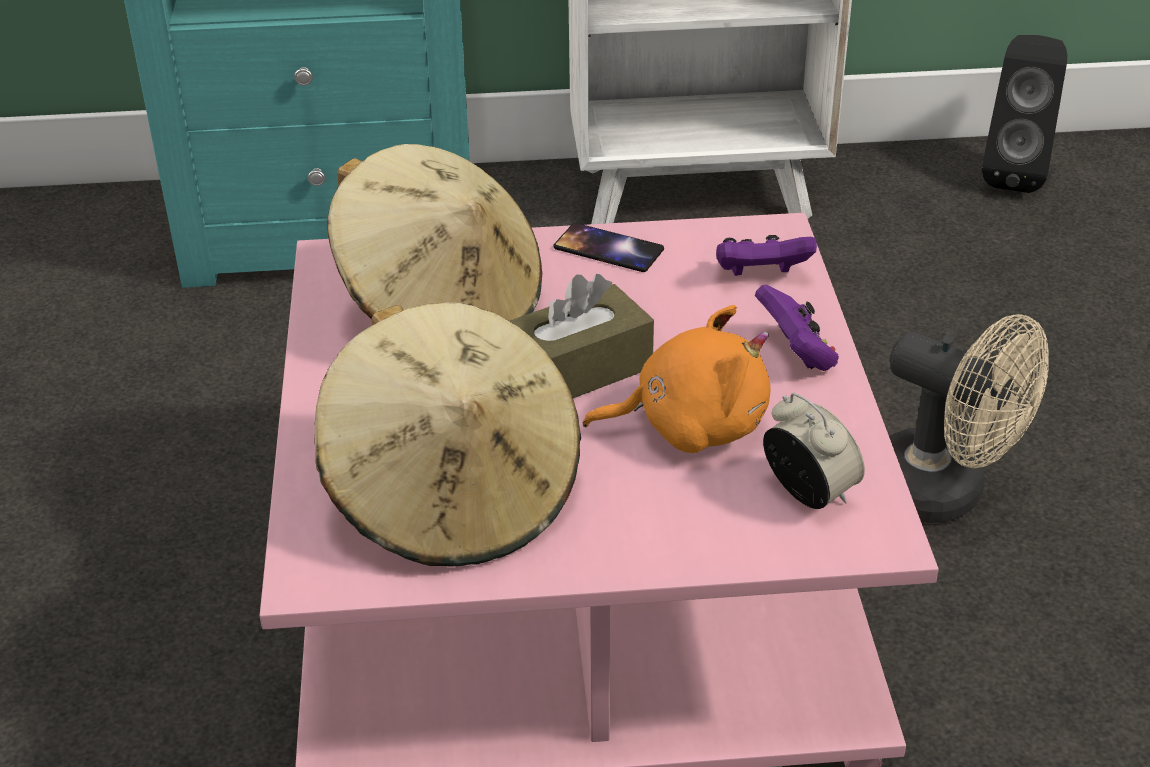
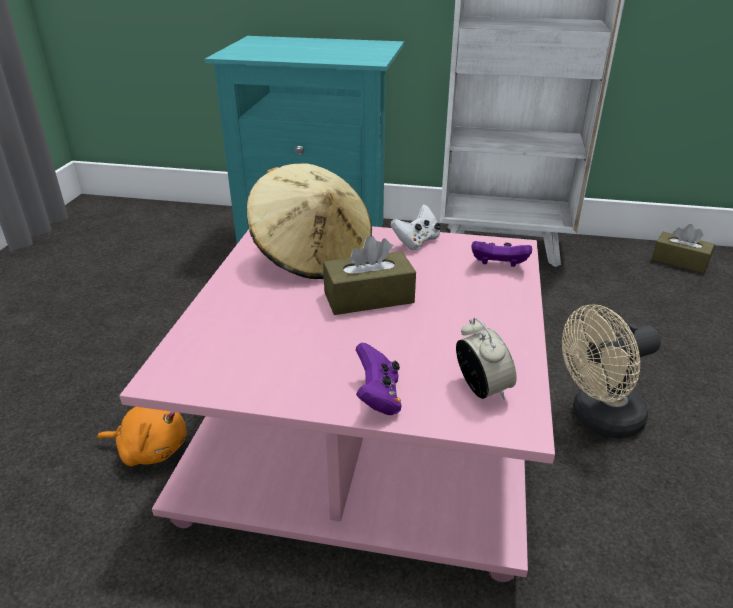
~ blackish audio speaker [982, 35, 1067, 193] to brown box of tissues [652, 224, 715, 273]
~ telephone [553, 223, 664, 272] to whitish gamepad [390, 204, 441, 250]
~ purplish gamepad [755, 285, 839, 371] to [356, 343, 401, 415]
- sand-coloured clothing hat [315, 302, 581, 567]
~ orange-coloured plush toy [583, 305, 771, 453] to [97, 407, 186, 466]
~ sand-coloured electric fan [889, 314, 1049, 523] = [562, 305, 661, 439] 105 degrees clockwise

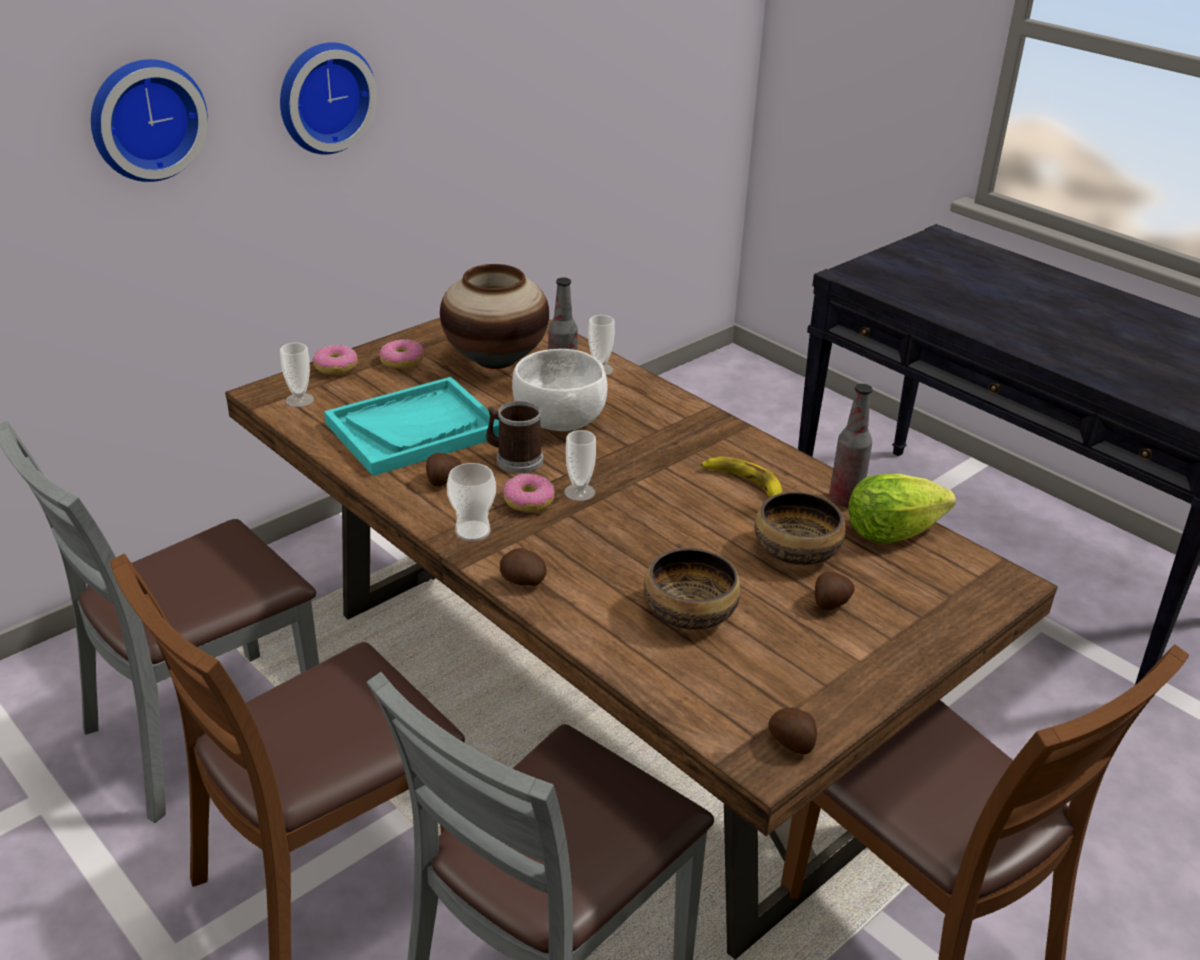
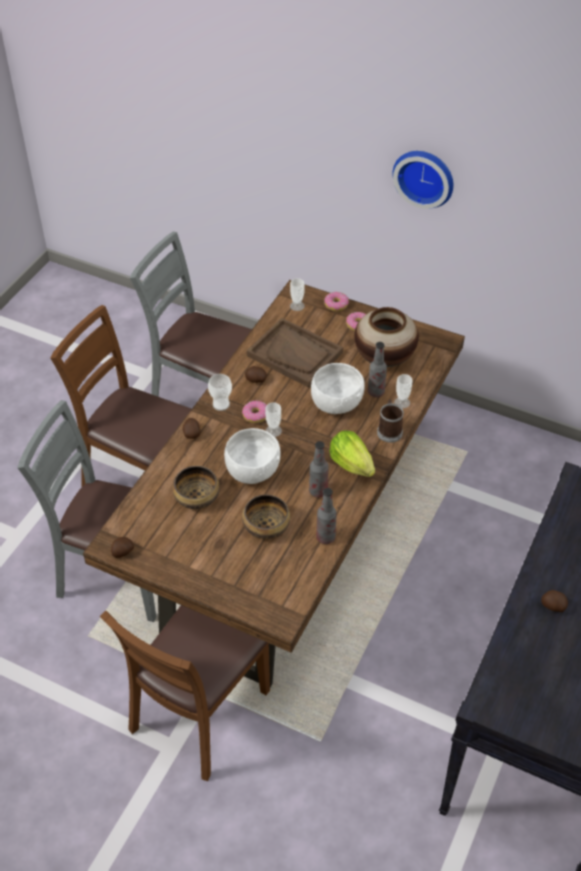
- wall clock [91, 59, 208, 182]
~ blue-green carrying tray [324, 377, 499, 476] to brown carrying tray [247, 318, 343, 388]
~ coffee mug [486, 401, 543, 473] to [377, 400, 404, 443]
~ whole banana [701, 456, 782, 497] to drink bottle [309, 441, 329, 498]
~ head of lettuce [848, 474, 956, 544] to [329, 431, 375, 477]
~ whole potato [815, 572, 855, 611] to [541, 590, 568, 612]
+ whitish deep dish [224, 428, 281, 484]

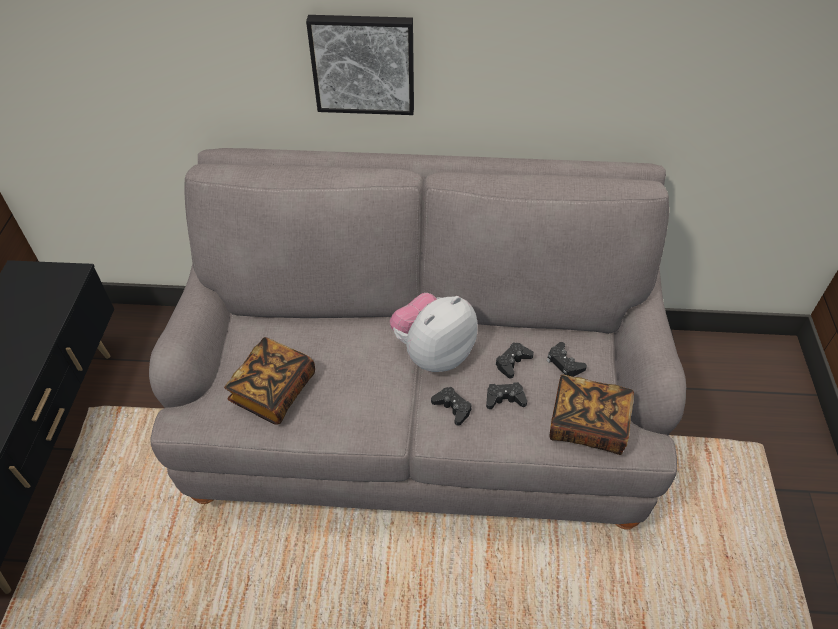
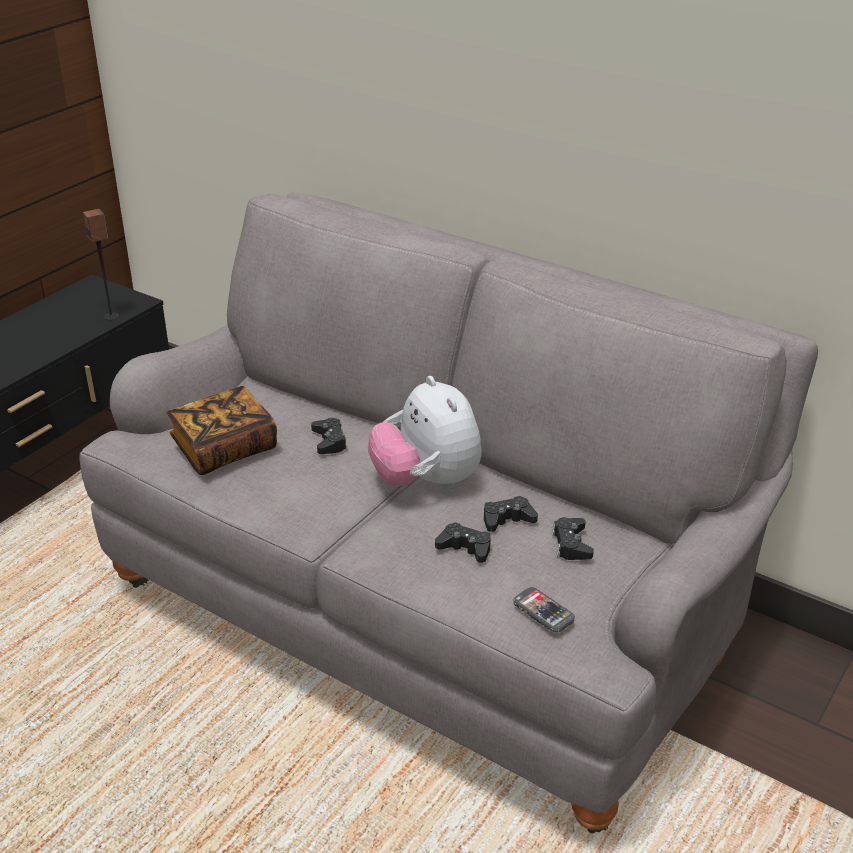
- wall picture [306, 15, 414, 115]
~ plush toy [390, 293, 478, 372] = [368, 376, 482, 489] 105 degrees counterclockwise
~ volume [549, 374, 634, 455] to telephone [513, 587, 575, 632]
~ blackish gamepad [431, 387, 472, 426] to [311, 418, 347, 454]
+ audio speaker [83, 209, 119, 320]

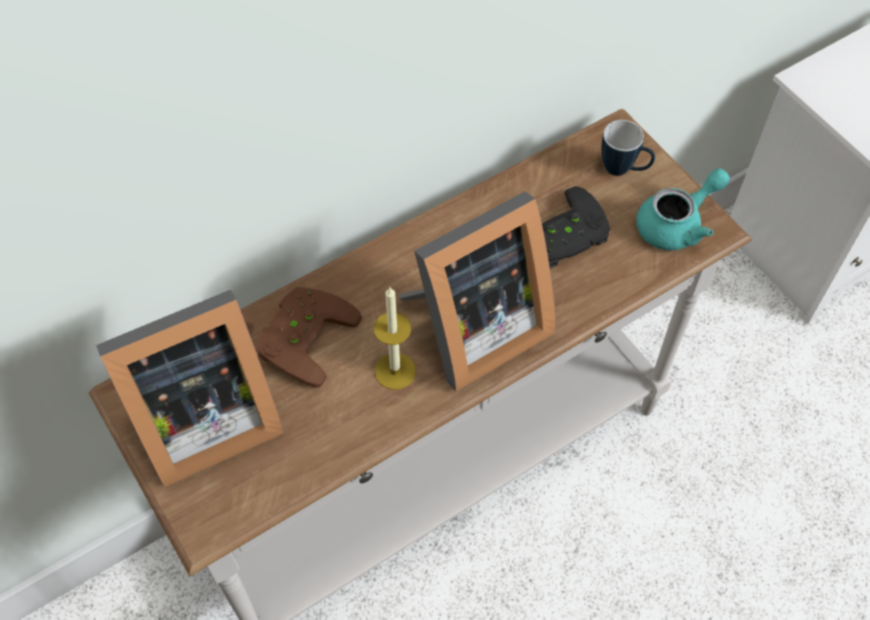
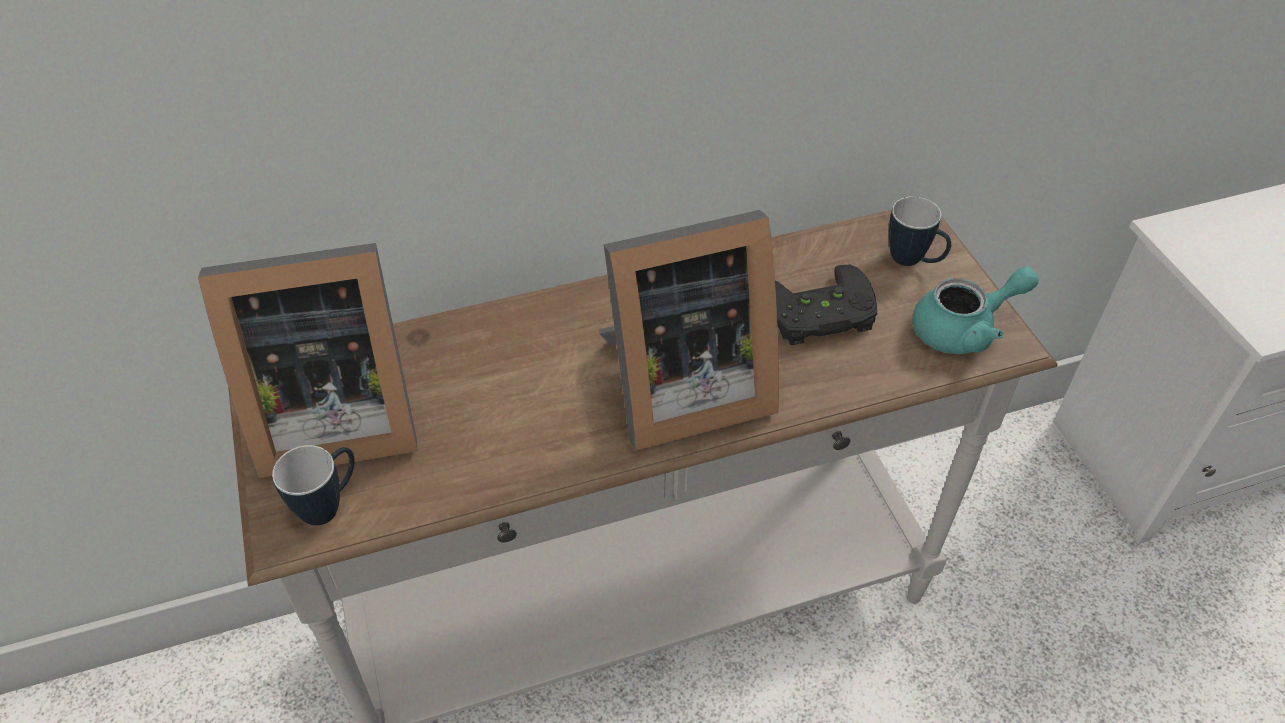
- brown gamepad [256, 287, 362, 388]
- candle [374, 288, 416, 390]
+ coffee mug [272, 445, 354, 526]

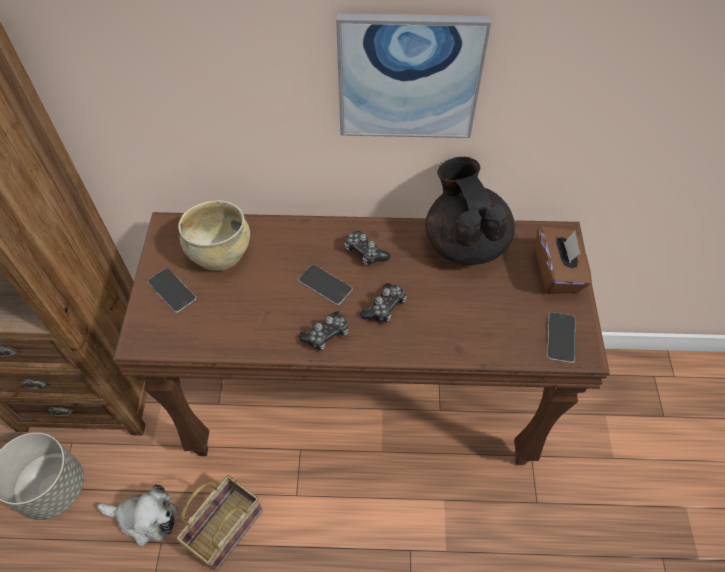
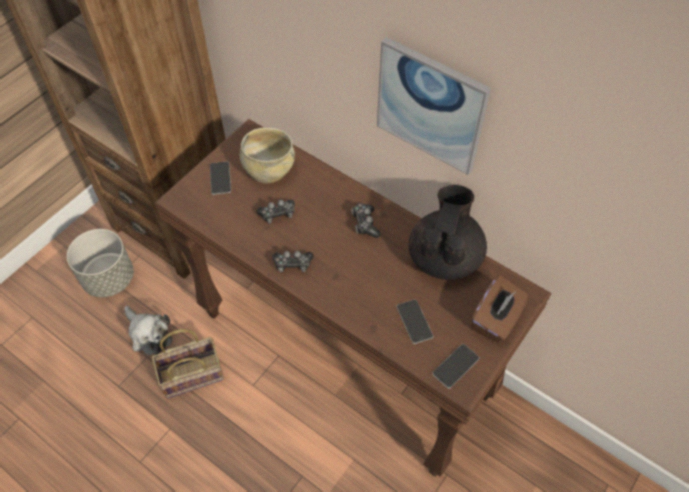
~ telephone [298, 264, 353, 305] to [396, 299, 433, 344]
~ gamepad [360, 283, 407, 322] to [256, 200, 295, 224]

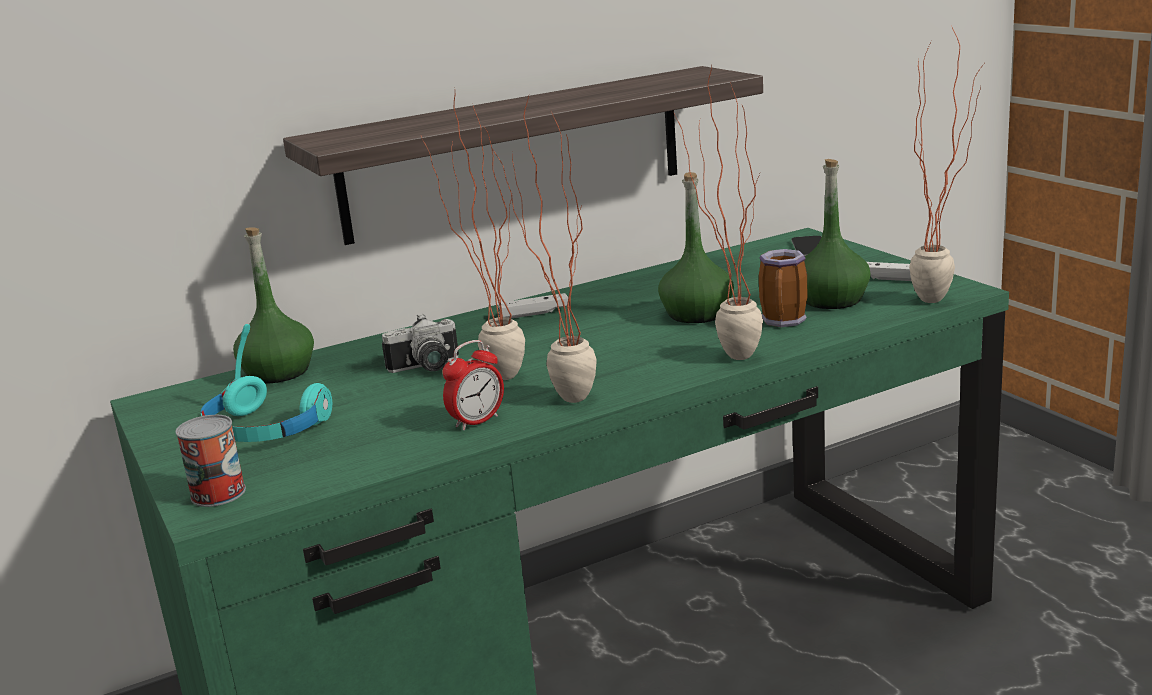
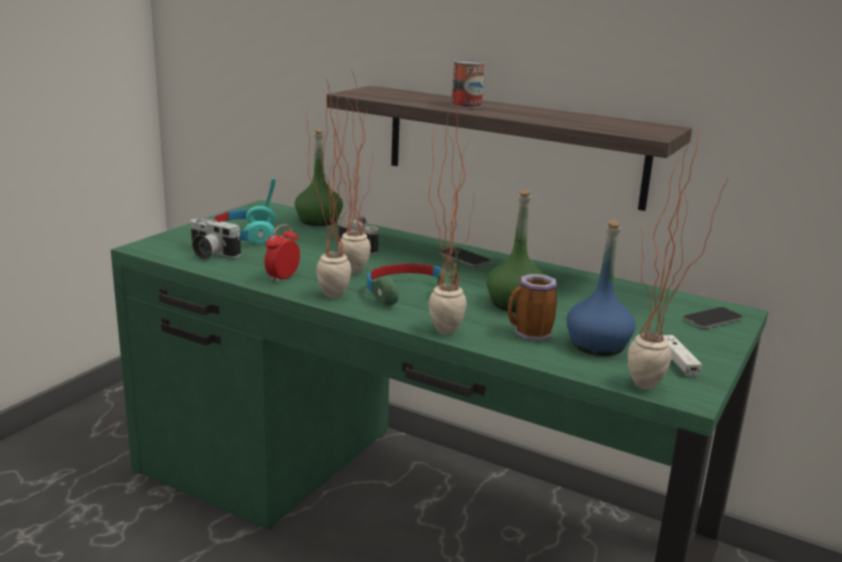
~ green-coloured drink bottle [804, 159, 871, 309] to blue drink bottle [566, 220, 636, 356]
~ whitish gamepad [498, 293, 568, 319] to telephone [440, 247, 491, 267]
~ alarm clock [442, 340, 504, 431] = [265, 224, 300, 283] 105 degrees clockwise
~ can [175, 415, 246, 507] to [451, 60, 485, 108]
+ still camera [191, 219, 241, 260]
+ green-coloured headset [367, 244, 459, 305]

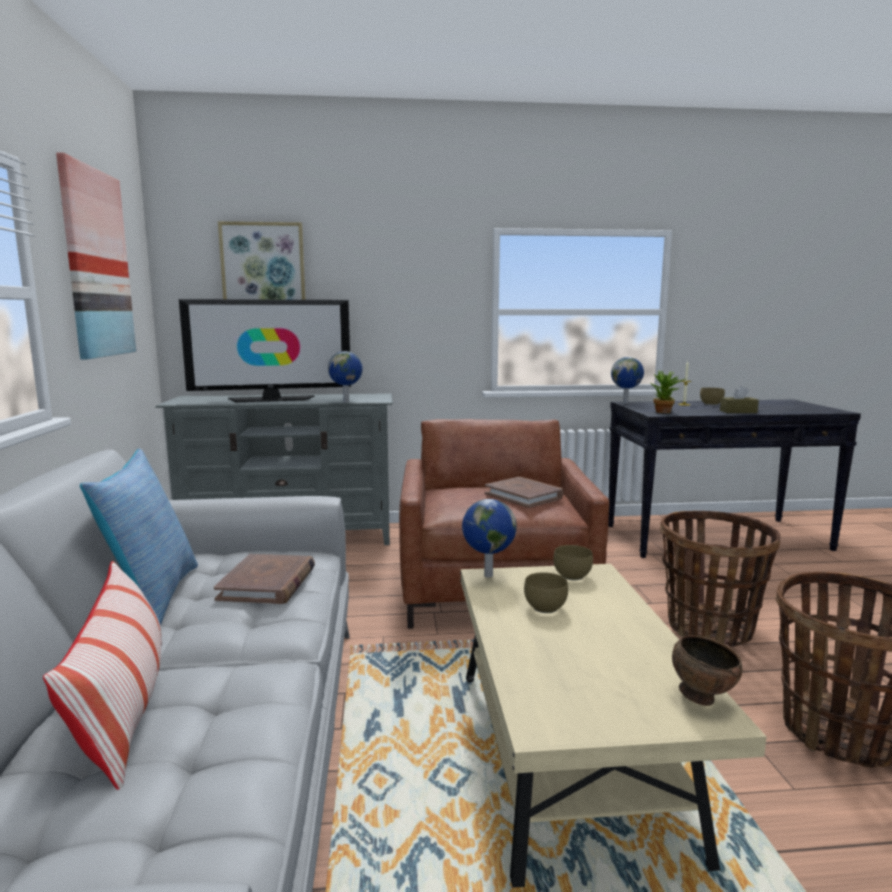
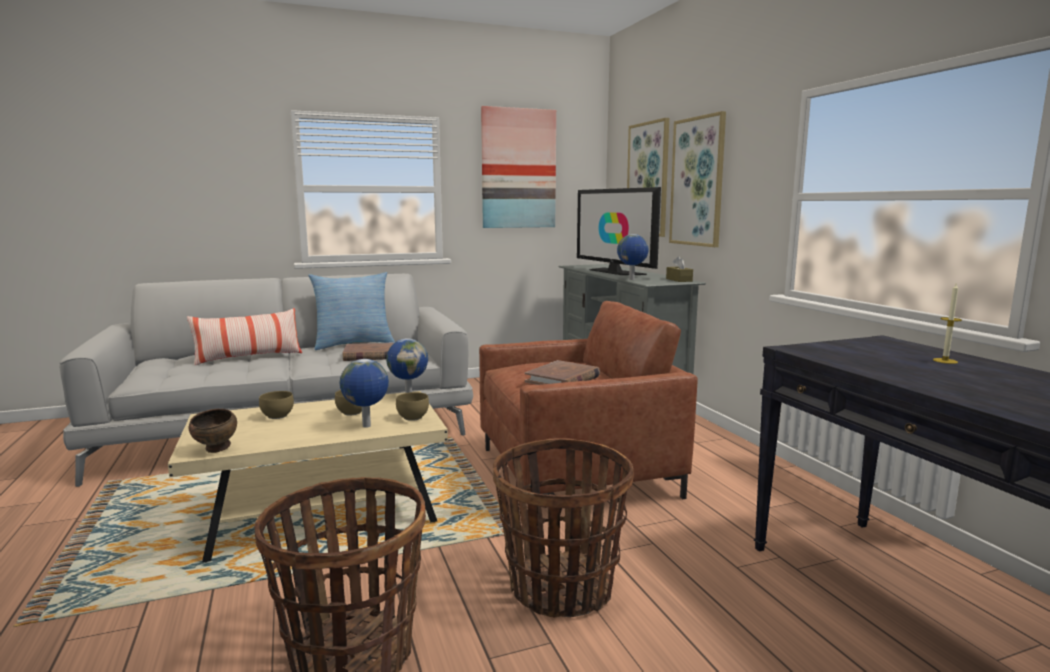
~ world globe [611, 357, 644, 404] to [340, 359, 389, 428]
- plant in a pot [651, 370, 686, 413]
~ brown box of tissues [720, 386, 759, 413] to [666, 256, 693, 282]
~ brown deep dish [700, 388, 725, 405] to [259, 391, 294, 419]
+ wall picture [669, 111, 726, 247]

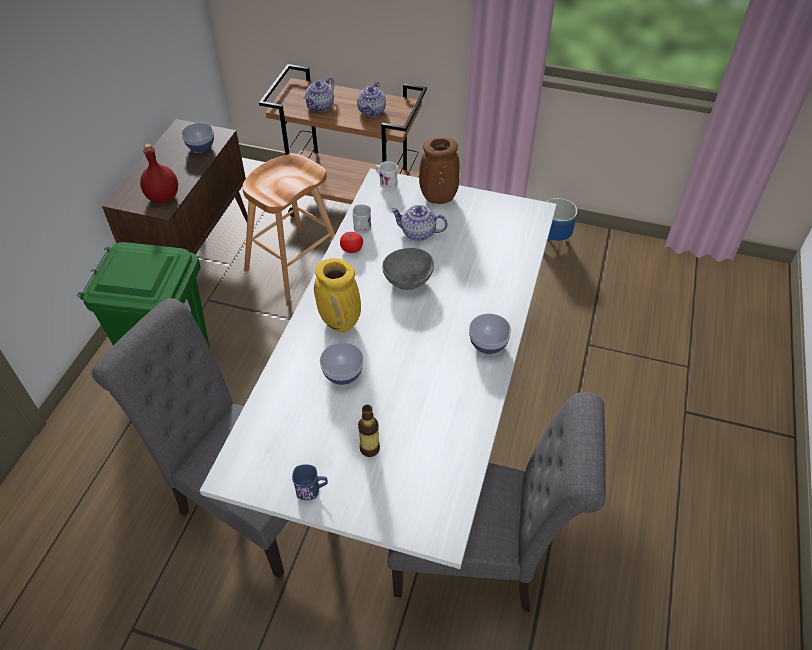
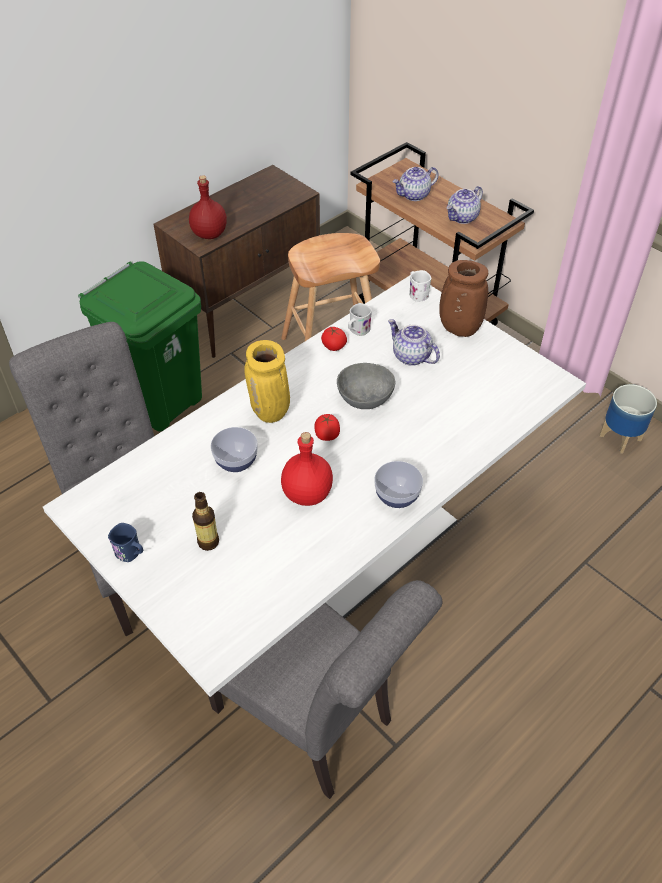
- deep dish [181, 123, 214, 153]
+ tomato [314, 414, 340, 441]
+ red drink bottle [281, 432, 333, 506]

